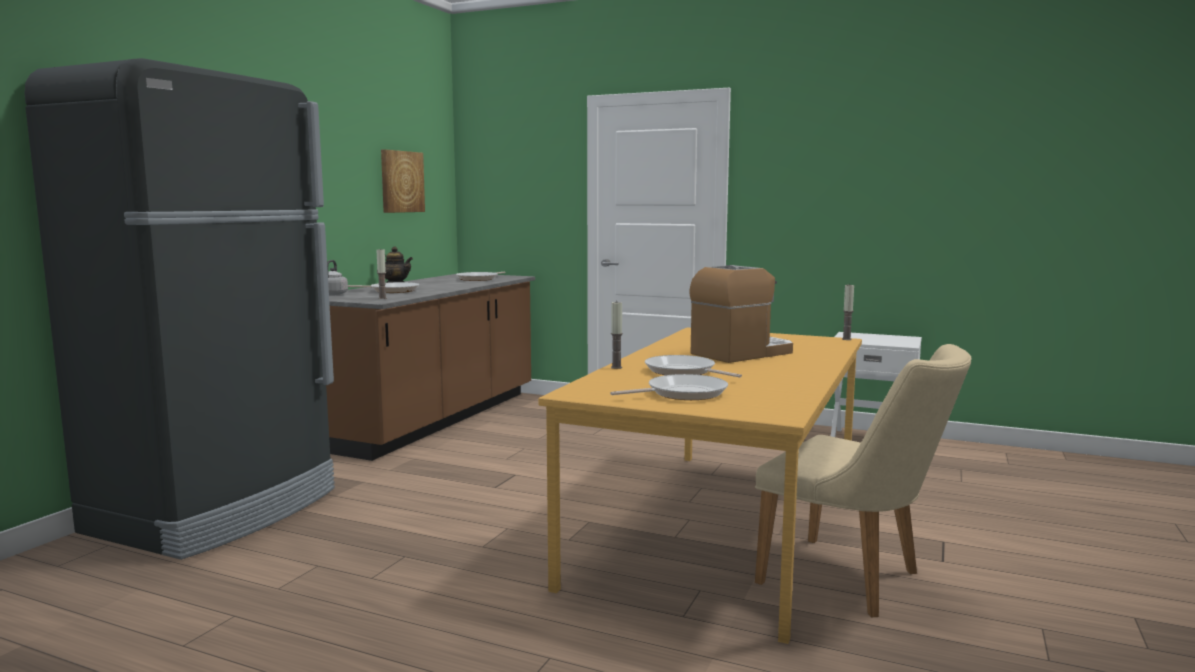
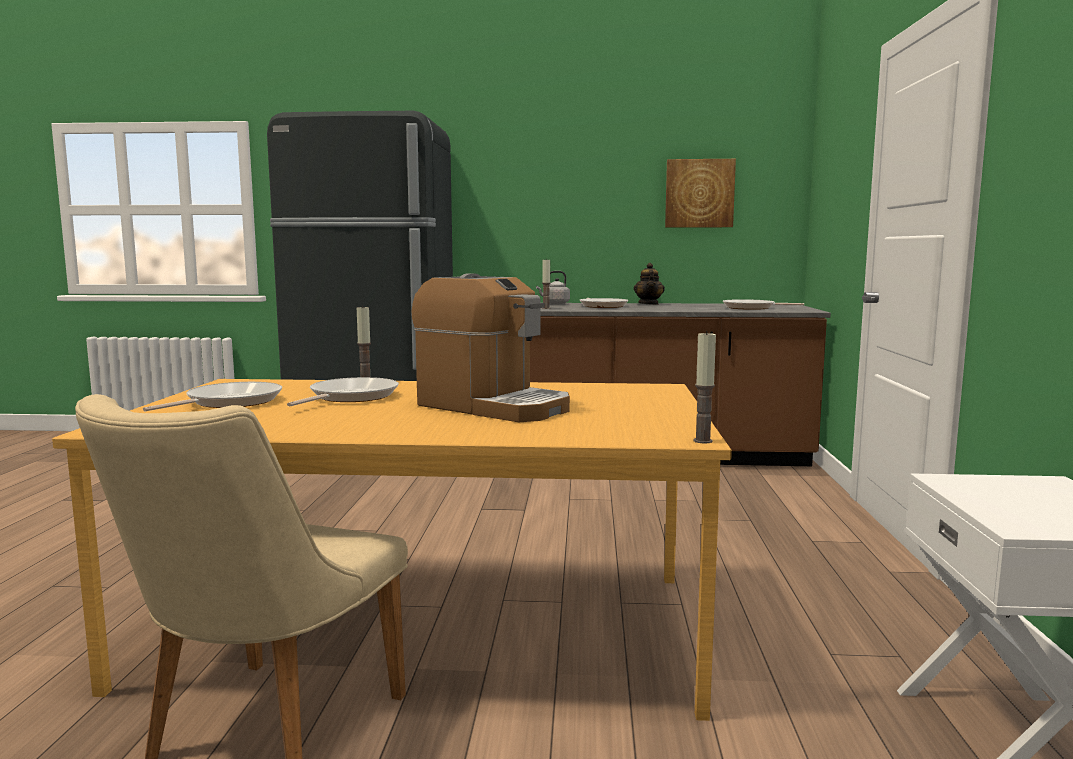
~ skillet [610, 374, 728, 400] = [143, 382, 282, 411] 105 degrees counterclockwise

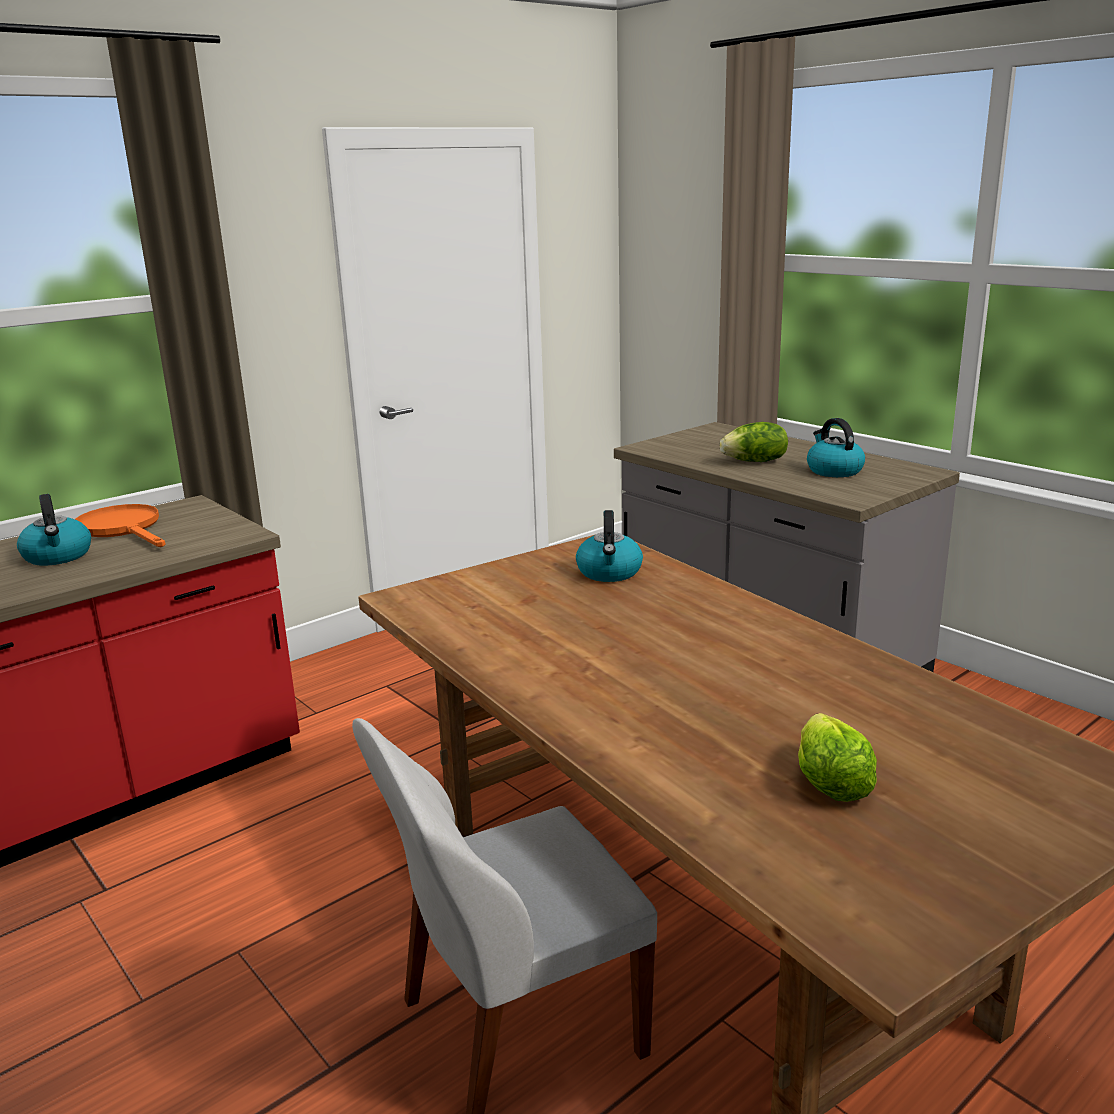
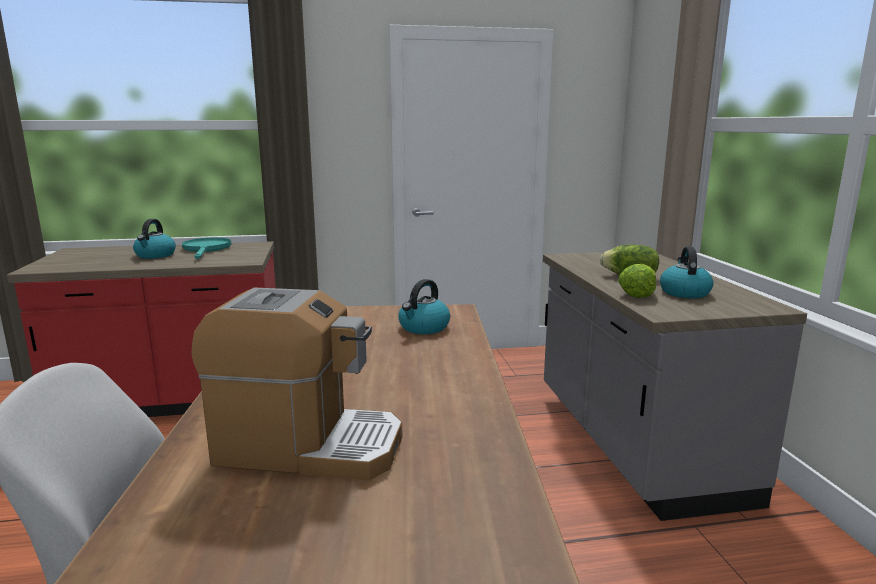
~ orange-coloured skillet [75, 504, 165, 547] to blue-green skillet [182, 237, 231, 259]
~ head of lettuce [798, 713, 877, 802] to [618, 264, 656, 298]
+ coffee brewer [191, 288, 402, 480]

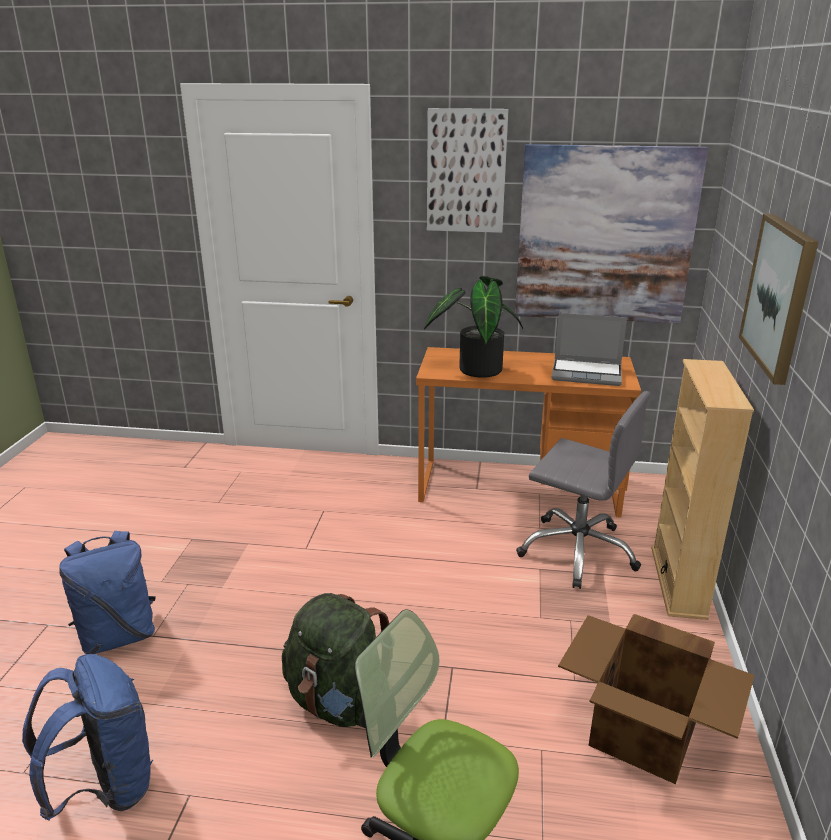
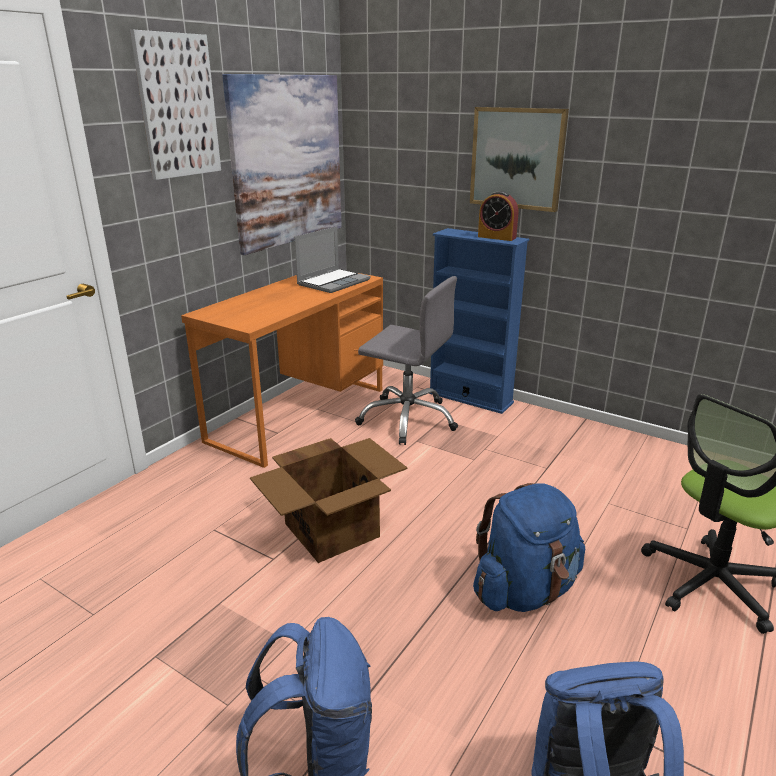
- plant in a pot [424, 276, 523, 378]
~ sand-coloured bookcase [651, 359, 754, 620] to blue bookcase [429, 228, 529, 414]
~ grey computer chair [516, 391, 650, 589] = [355, 276, 458, 445] 60 degrees clockwise
~ green-coloured rucksack [282, 593, 389, 728] to blue rucksack [473, 483, 585, 612]
~ cardboard box [558, 614, 755, 784] to [250, 438, 407, 563]
+ alarm clock [478, 191, 519, 241]

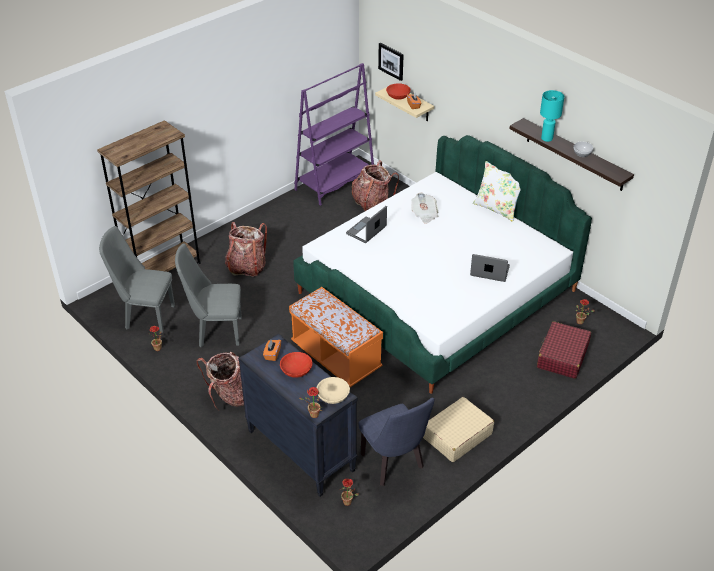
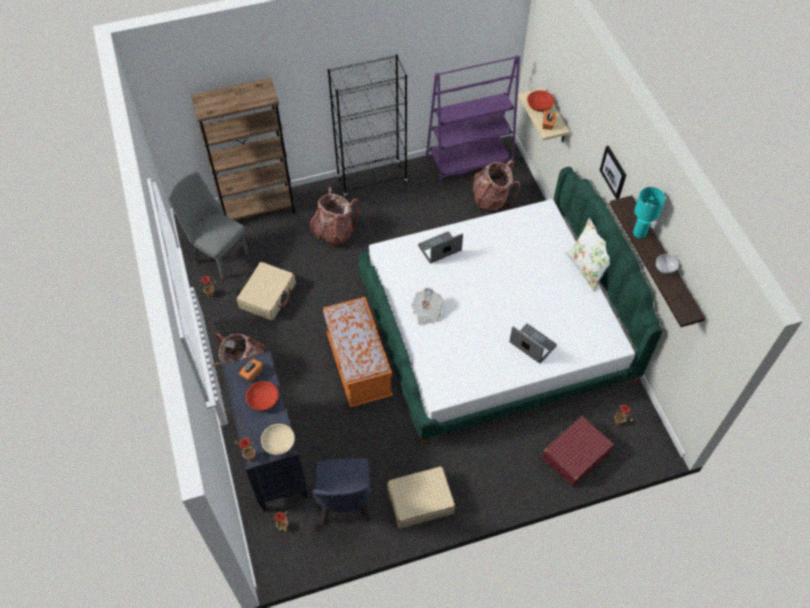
~ wall picture [378, 43, 404, 81] to [599, 146, 626, 199]
~ printed paper [411, 193, 438, 224] to [412, 288, 444, 326]
~ grey plain chair [175, 243, 242, 347] to sand-coloured travel case [237, 262, 296, 320]
+ blackish bookcase [328, 54, 408, 198]

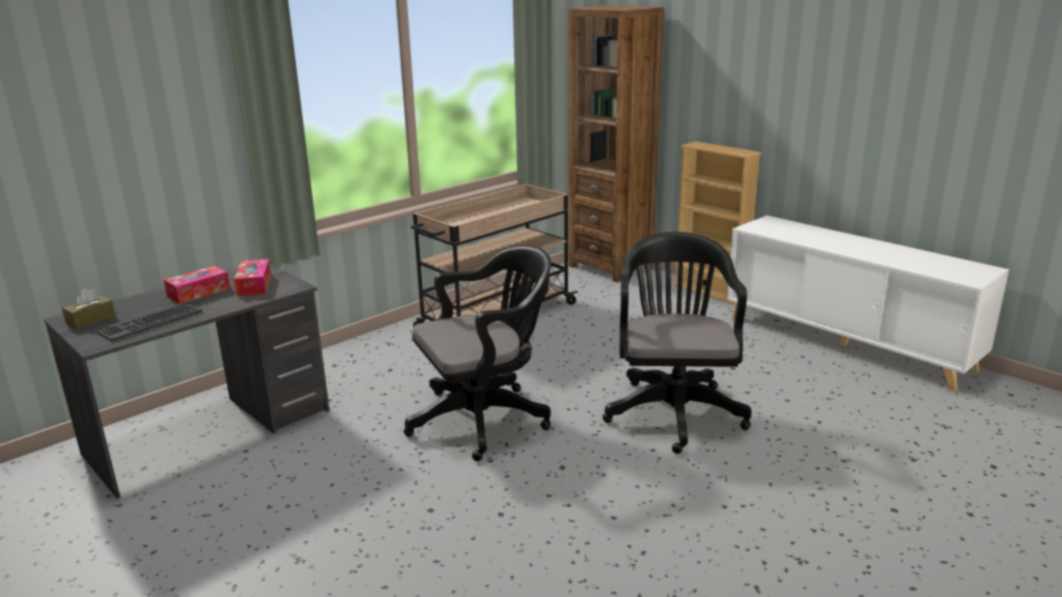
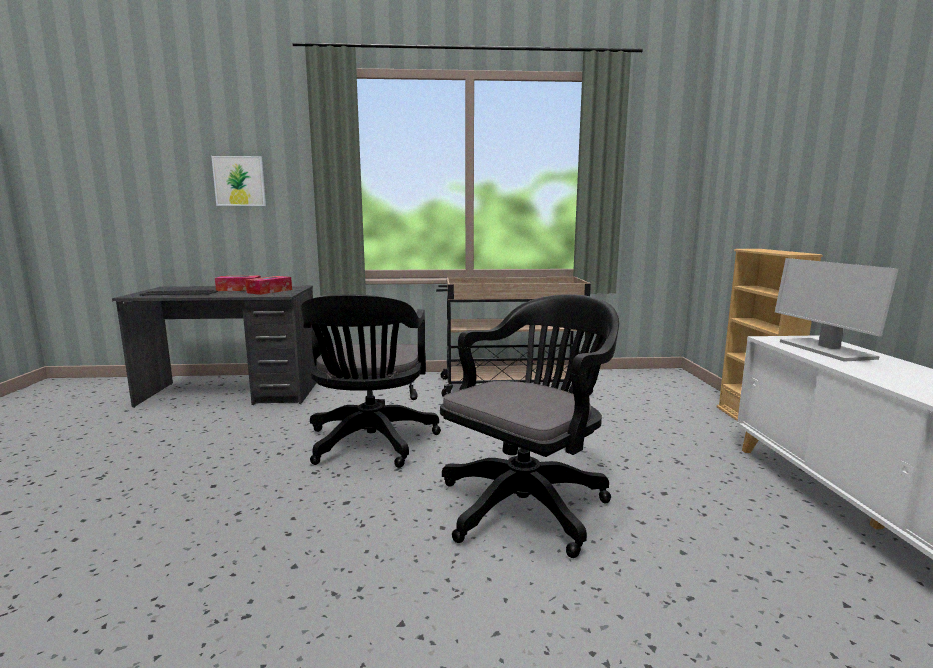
- brown bookcase [569, 6, 664, 283]
~ blackish computer chair [404, 246, 551, 461] = [301, 294, 441, 468] 75 degrees clockwise
- brown box of tissues [62, 288, 116, 329]
+ wall picture [211, 156, 266, 206]
+ computer screen [775, 258, 899, 362]

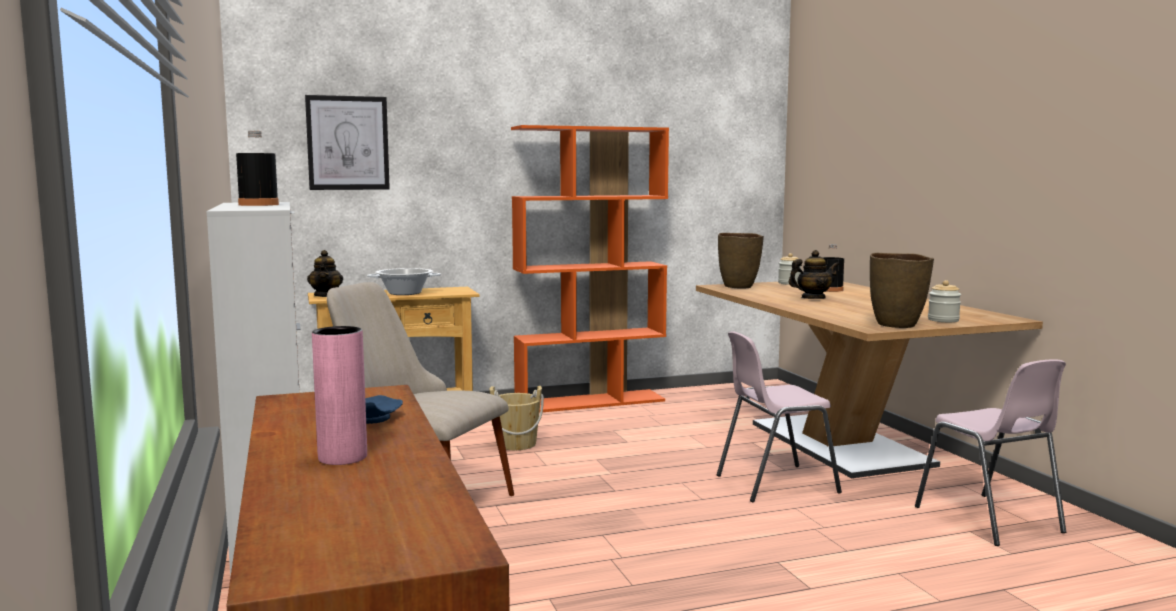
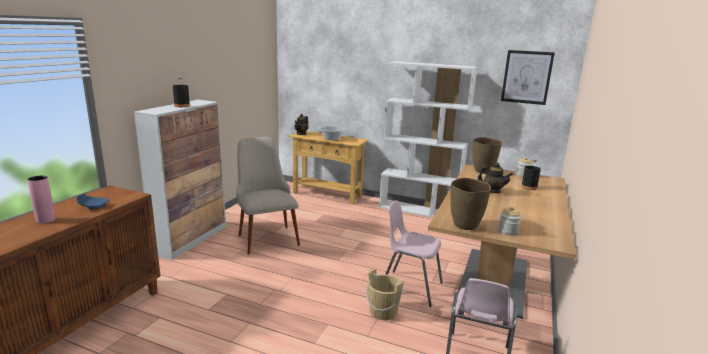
~ wall picture [305, 95, 390, 190] to [501, 50, 555, 105]
~ orange-coloured bookcase [511, 125, 669, 413] to whitish bookcase [379, 61, 477, 218]
~ sand-coloured pail [489, 386, 544, 450] to [367, 268, 404, 320]

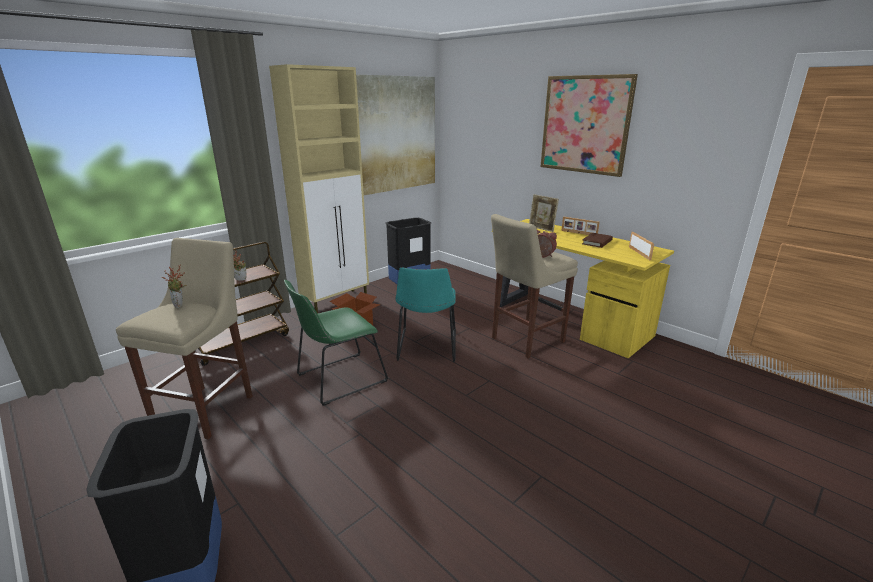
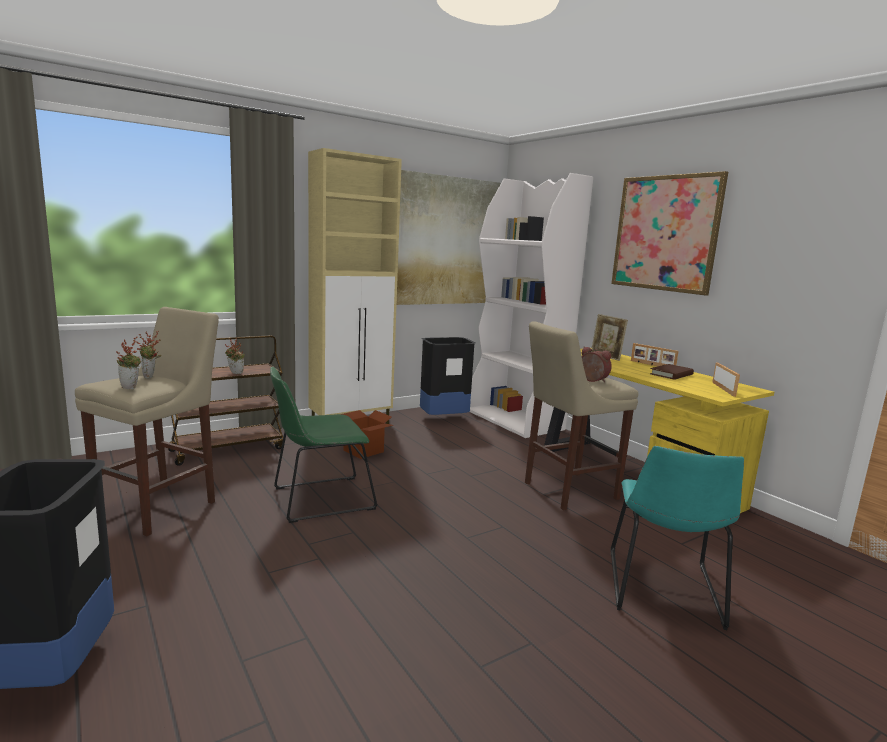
~ blue-green plain chair [396, 267, 456, 362] to [611, 446, 744, 630]
+ whitish bookcase [469, 173, 593, 438]
+ plant in a pot [116, 336, 143, 389]

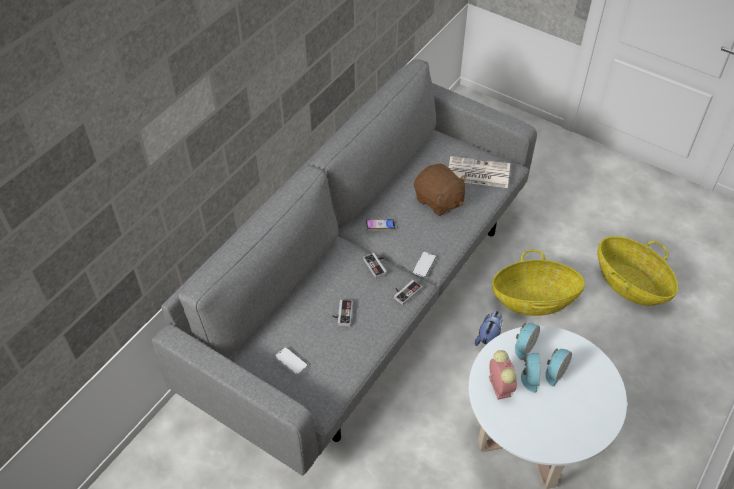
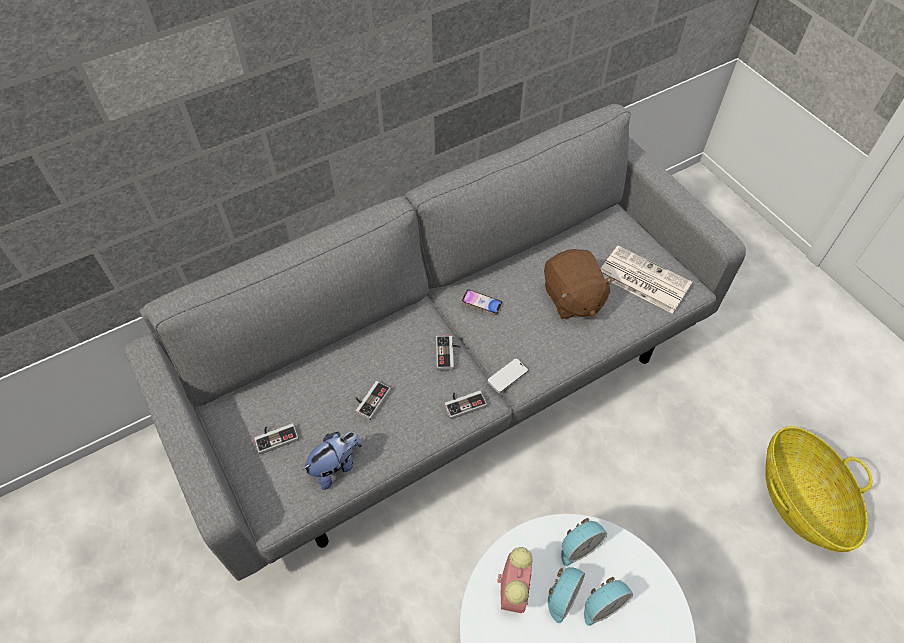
- basket [492, 250, 585, 316]
~ plush toy [475, 311, 502, 346] to [302, 431, 362, 490]
~ telephone [275, 347, 308, 375] to gamepad [254, 423, 299, 455]

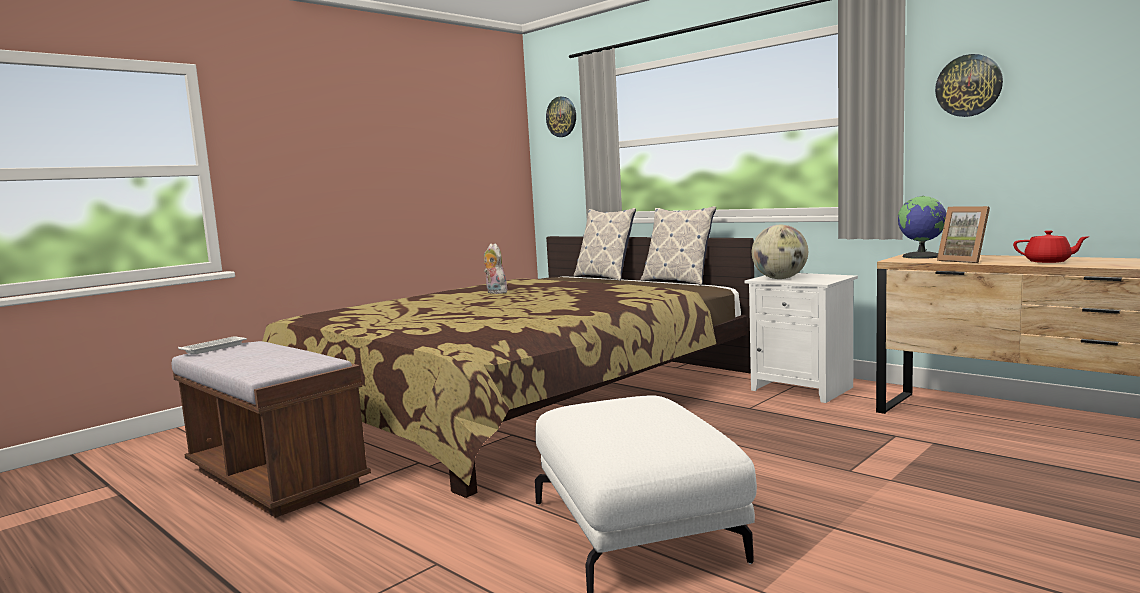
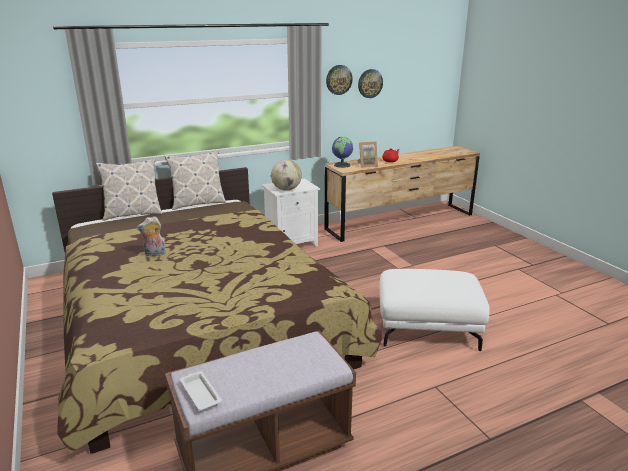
~ wall clock [546, 97, 576, 137] to [358, 69, 383, 98]

